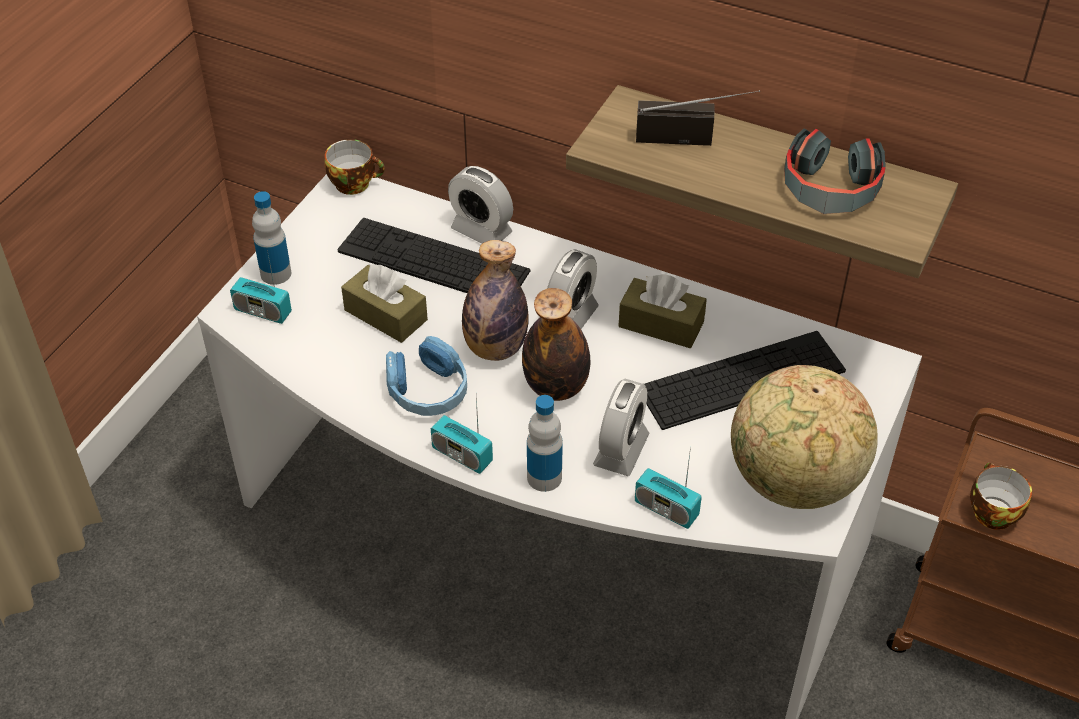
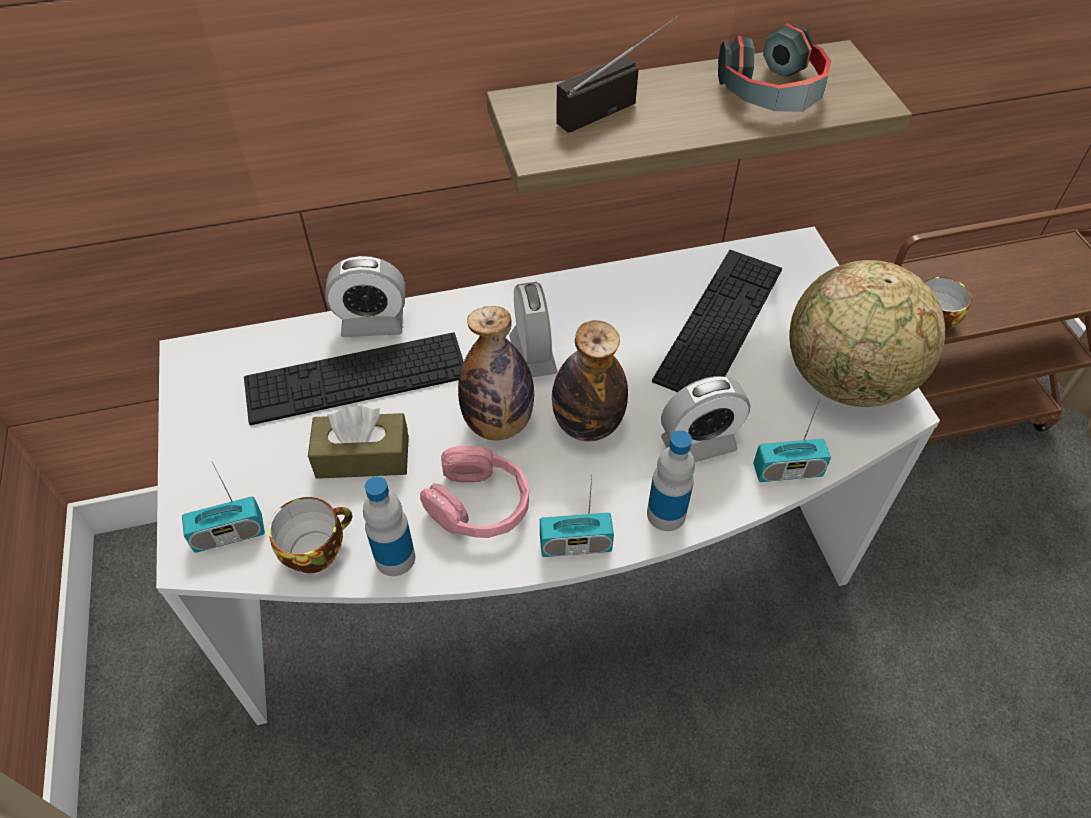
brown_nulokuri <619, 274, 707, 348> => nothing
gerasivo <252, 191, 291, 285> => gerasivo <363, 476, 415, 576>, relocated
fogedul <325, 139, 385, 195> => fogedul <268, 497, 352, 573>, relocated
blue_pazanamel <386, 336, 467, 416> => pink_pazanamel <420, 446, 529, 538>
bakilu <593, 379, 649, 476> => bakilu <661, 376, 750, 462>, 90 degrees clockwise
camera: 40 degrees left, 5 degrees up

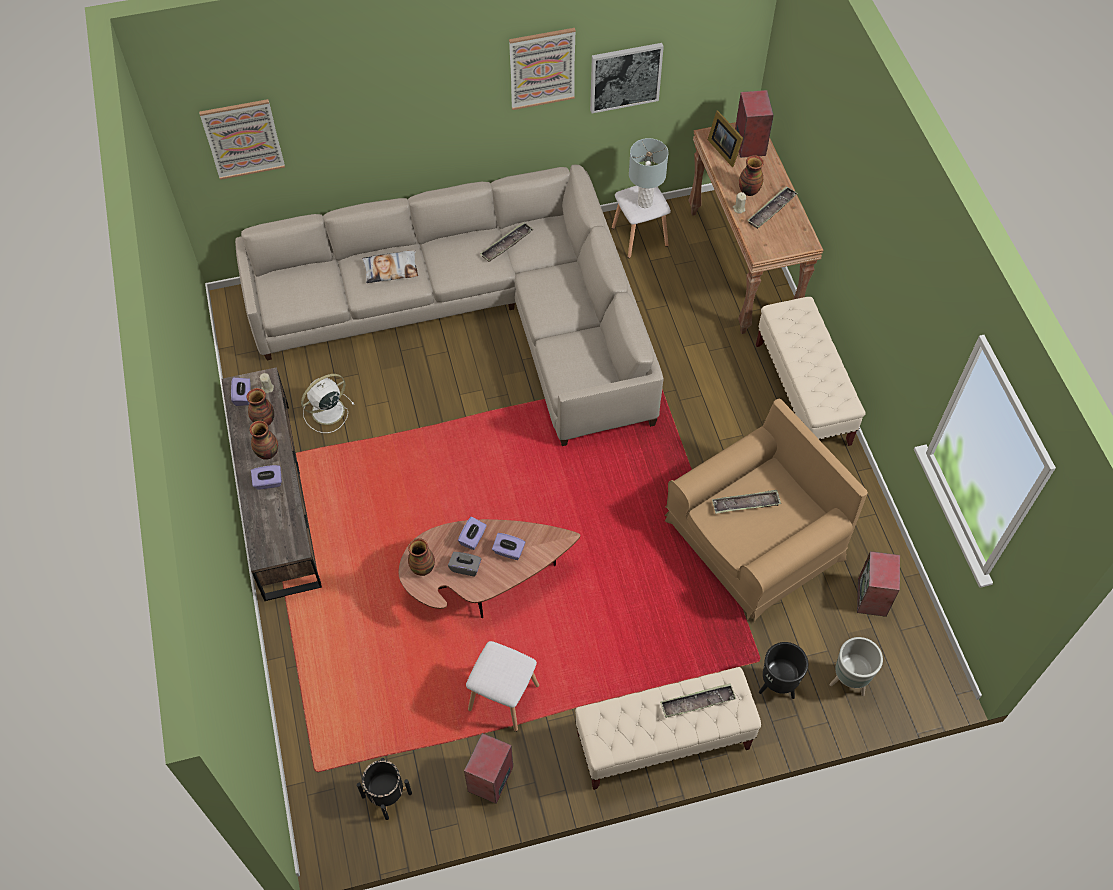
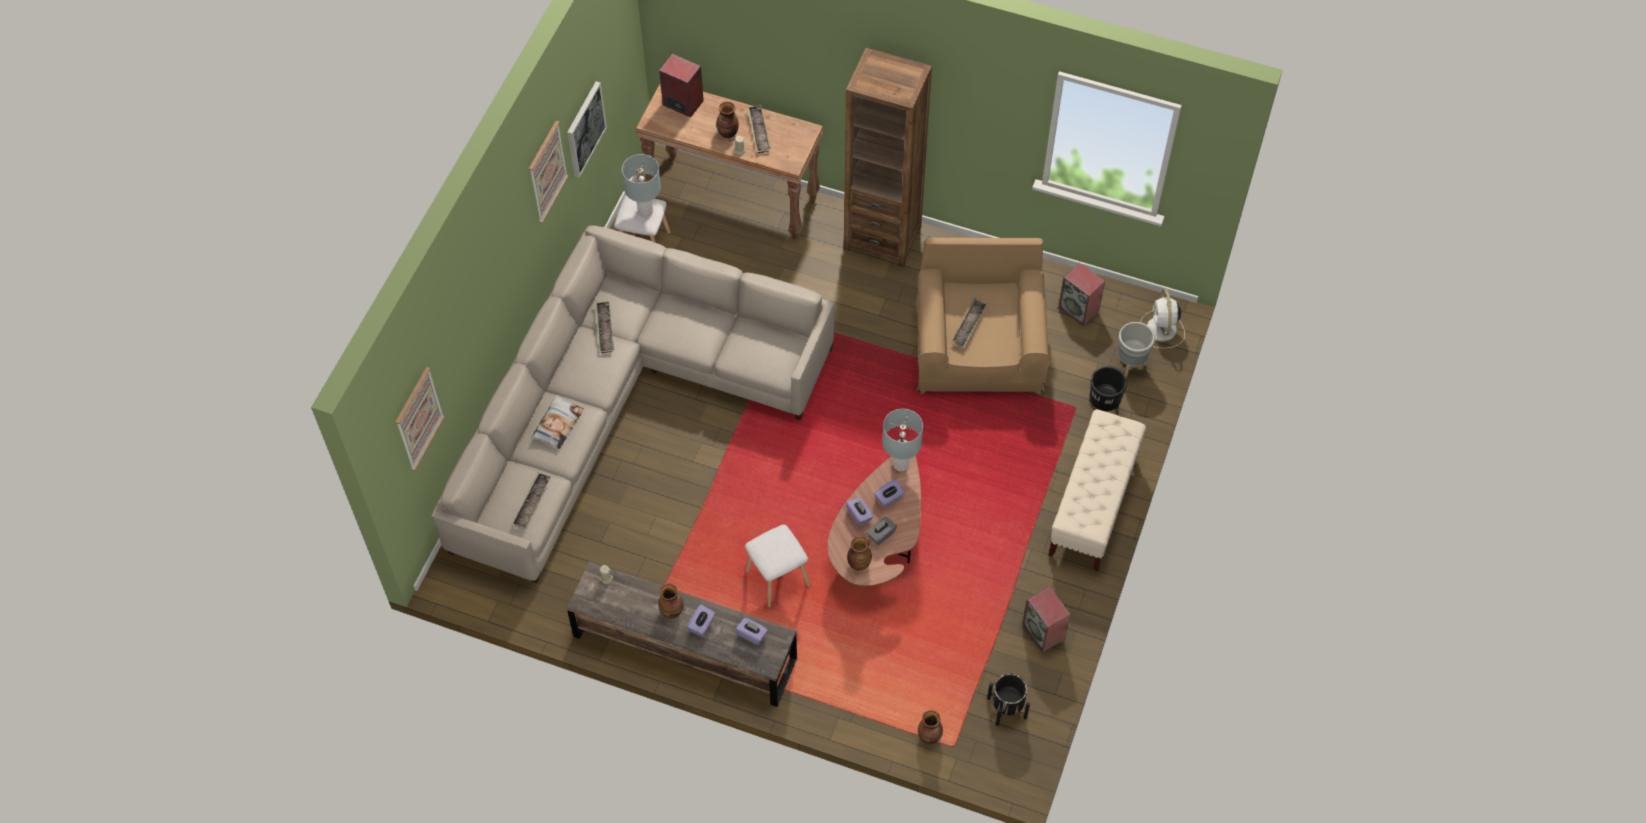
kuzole <708, 110, 743, 167> => nothing
nothing => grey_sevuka <882, 409, 923, 471>
purple_nulokuri <231, 378, 251, 406> => purple_nulokuri <736, 618, 768, 645>, relocated
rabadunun <247, 388, 274, 426> => rabadunun <918, 710, 943, 744>, relocated
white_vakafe <301, 374, 354, 433> => white_vakafe <1140, 289, 1185, 349>, relocated
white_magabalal <466, 641, 539, 732> => white_magabalal <745, 524, 810, 607>, relocated
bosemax <660, 683, 736, 718> => bosemax <512, 472, 551, 529>, relocated
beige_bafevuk <756, 297, 866, 446> => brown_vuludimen <844, 48, 932, 268>
camera: 55 degrees left, 0 degrees up

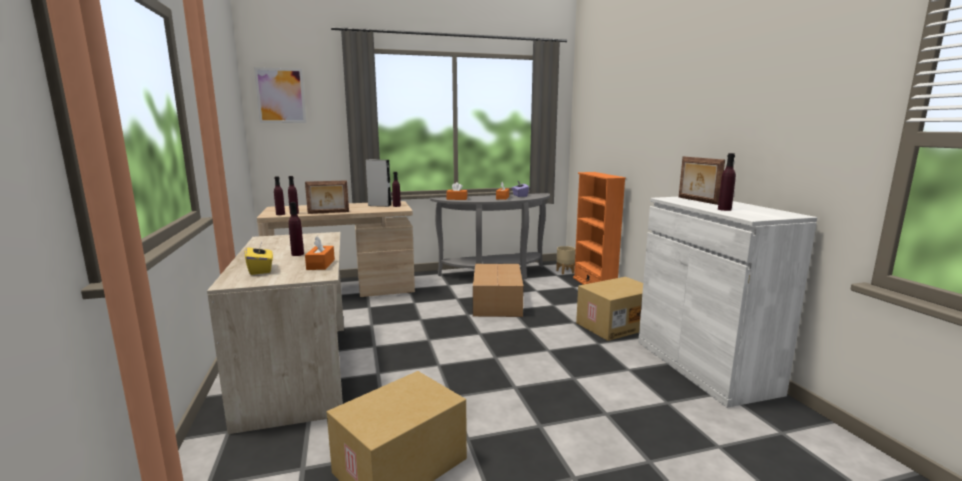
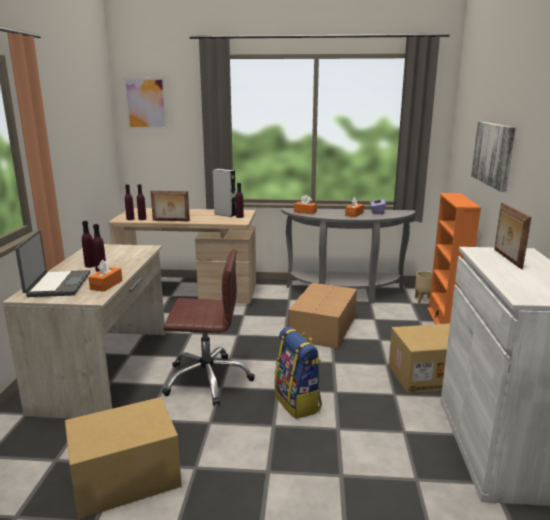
nothing => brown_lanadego <162, 249, 255, 406>
nothing => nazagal <275, 327, 322, 419>
nothing => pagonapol <471, 122, 516, 192>
purple_gerasivo <718, 153, 736, 211> => purple_gerasivo <82, 221, 95, 268>, relocated
yellow_nulokuri <245, 241, 273, 275> => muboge <15, 231, 91, 297>
camera: 20 degrees right, 5 degrees up

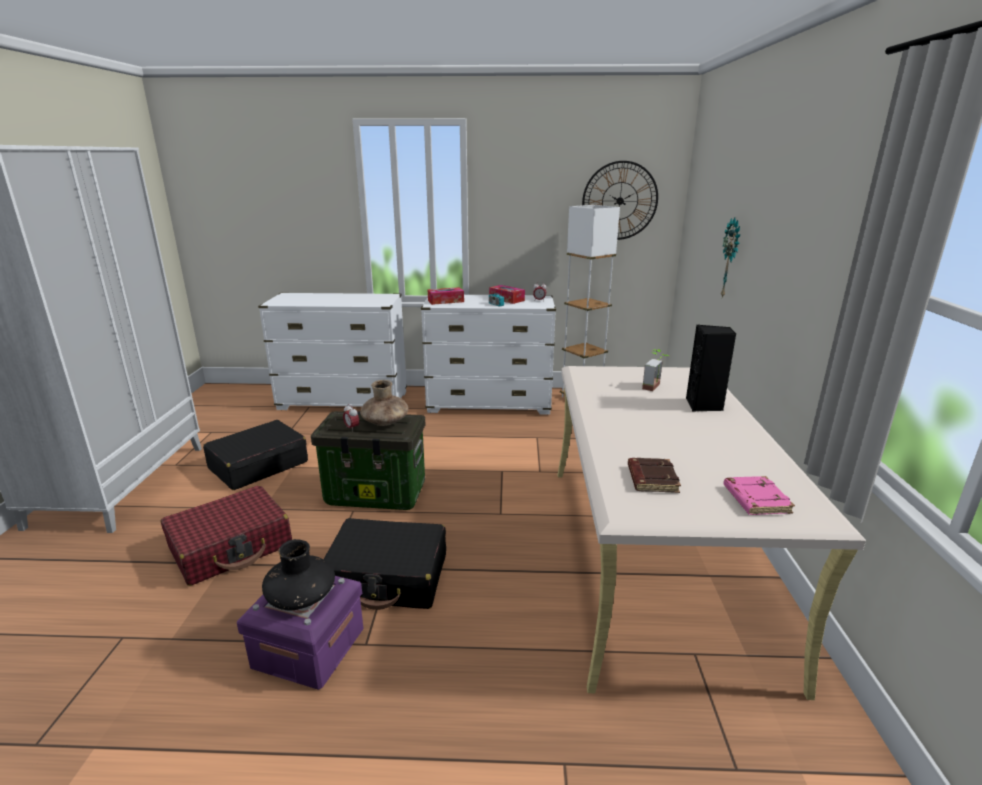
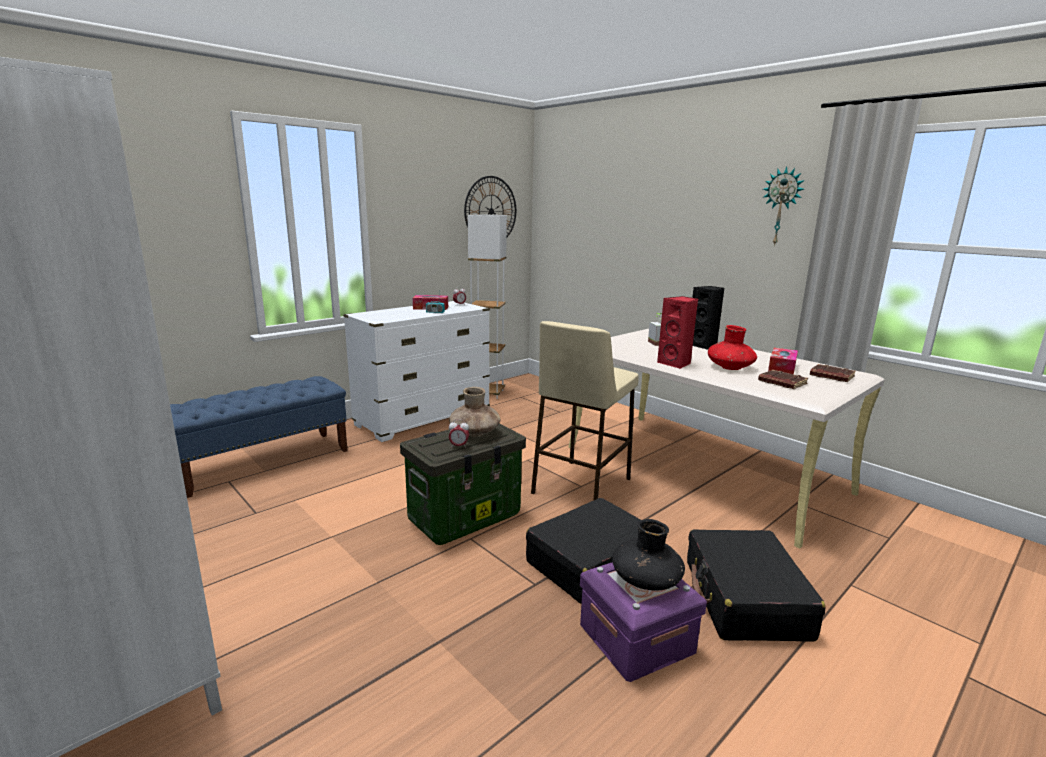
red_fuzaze <161, 486, 292, 586> => nothing
nothing => beige_magabalal <531, 321, 639, 501>
nothing => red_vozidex <657, 296, 698, 369>
nothing => red_rabadunun <708, 325, 757, 370>
black_fuzaze <203, 420, 308, 490> => black_fuzaze <687, 530, 825, 642>, relocated
nulokuri <428, 287, 464, 305> => nulokuri <768, 348, 798, 374>, relocated
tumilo <720, 218, 740, 297> => tumilo <763, 166, 805, 246>, relocated
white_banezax <258, 293, 407, 410> => blue_bafevuk <170, 376, 348, 498>
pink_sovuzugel <723, 476, 795, 515> => brown_sovuzugel <810, 364, 856, 382>
camera: 45 degrees left, 5 degrees down

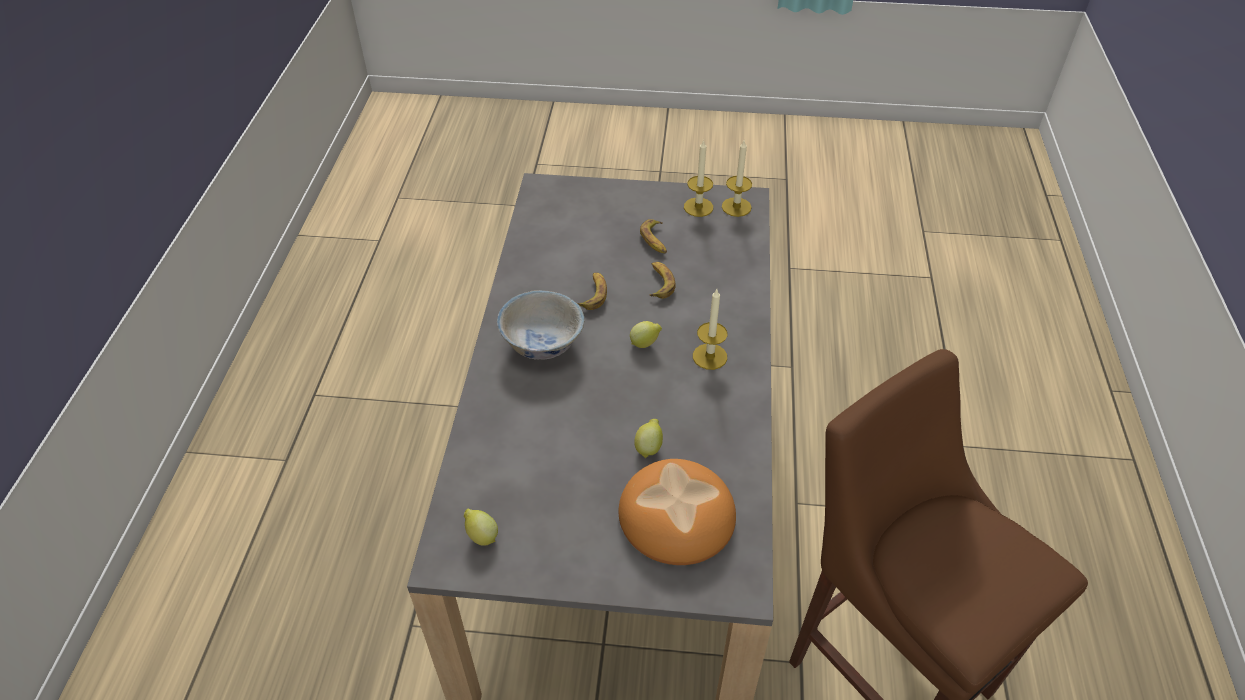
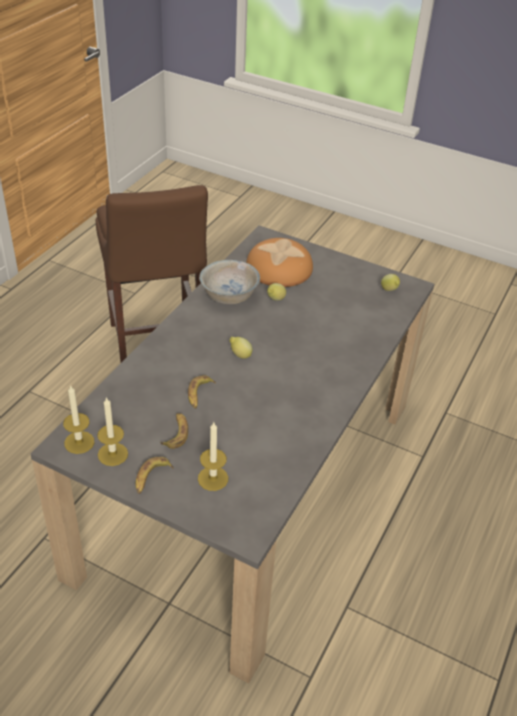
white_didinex <497, 290, 585, 360> => white_didinex <199, 260, 260, 304>, relocated
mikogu <577, 272, 607, 310> => mikogu <135, 457, 173, 494>, relocated
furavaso <693, 289, 728, 370> => furavaso <198, 421, 228, 491>, relocated
camera: 160 degrees left, 5 degrees down

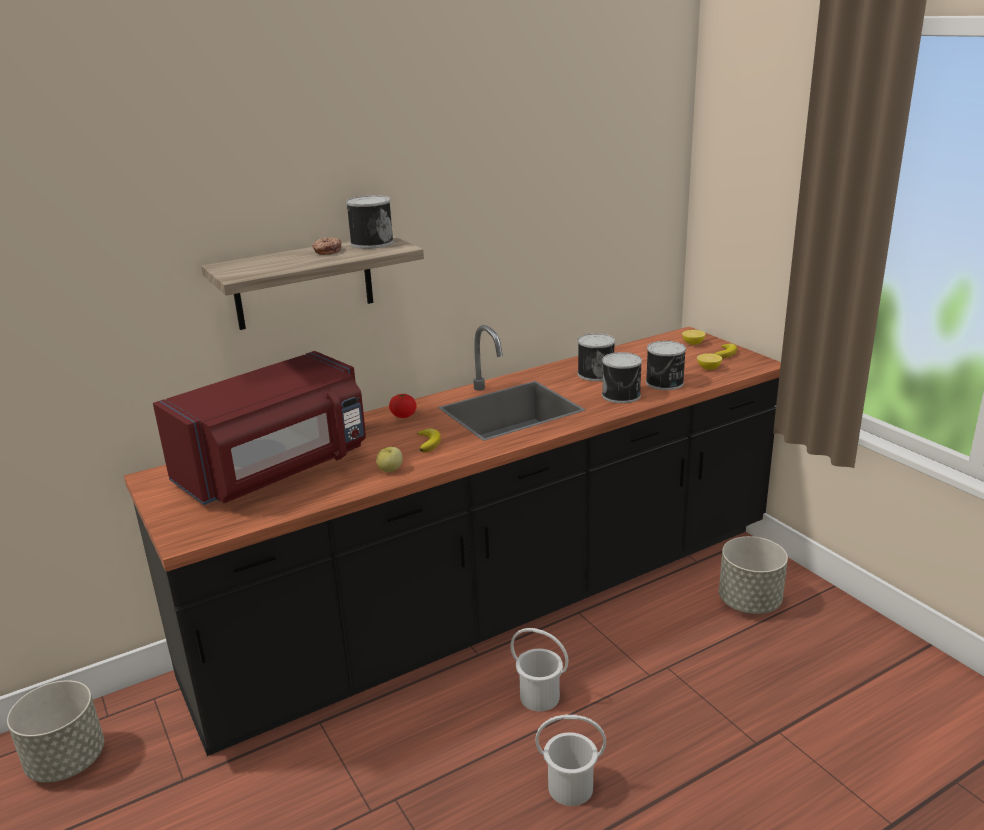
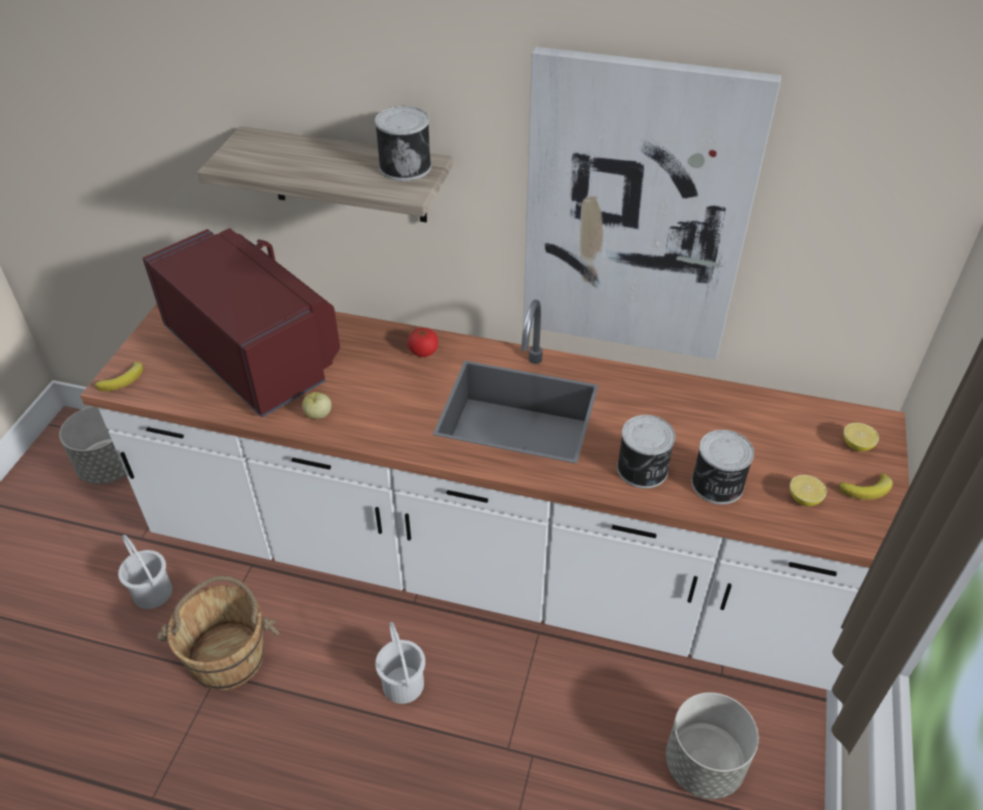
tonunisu <312, 237, 342, 255> => nothing
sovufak <578, 333, 615, 381> => nothing
nothing => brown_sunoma <157, 576, 279, 691>
nothing => pagonapol <523, 47, 781, 360>
mikogu <417, 428, 441, 452> => mikogu <95, 361, 143, 391>, relocated
white_sunoma <535, 715, 606, 806> => white_sunoma <118, 535, 172, 609>, relocated
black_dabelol <124, 325, 781, 756> => white_dabelol <80, 300, 909, 691>
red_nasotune <153, 351, 366, 505> => red_nasotune <143, 228, 340, 417>, 135 degrees counterclockwise
camera: 45 degrees right, 20 degrees up

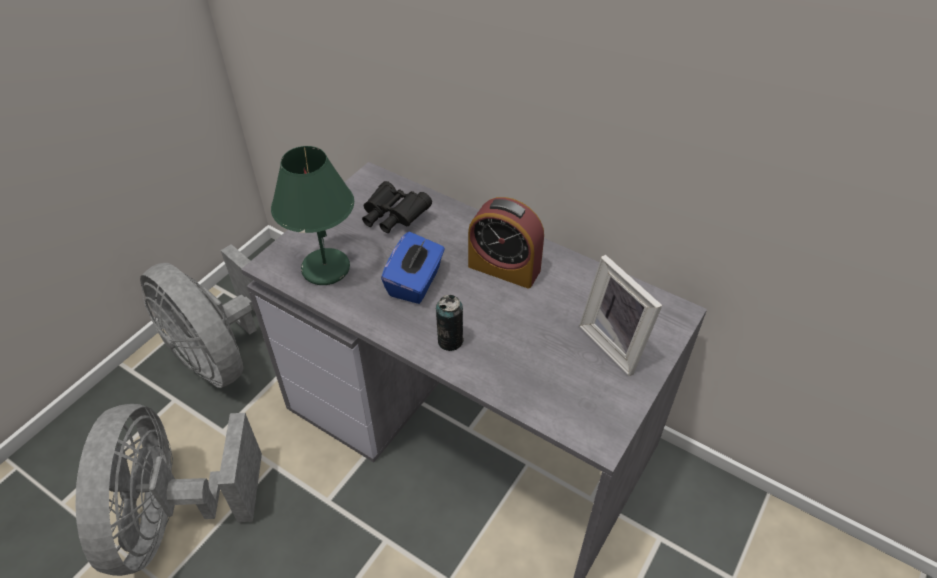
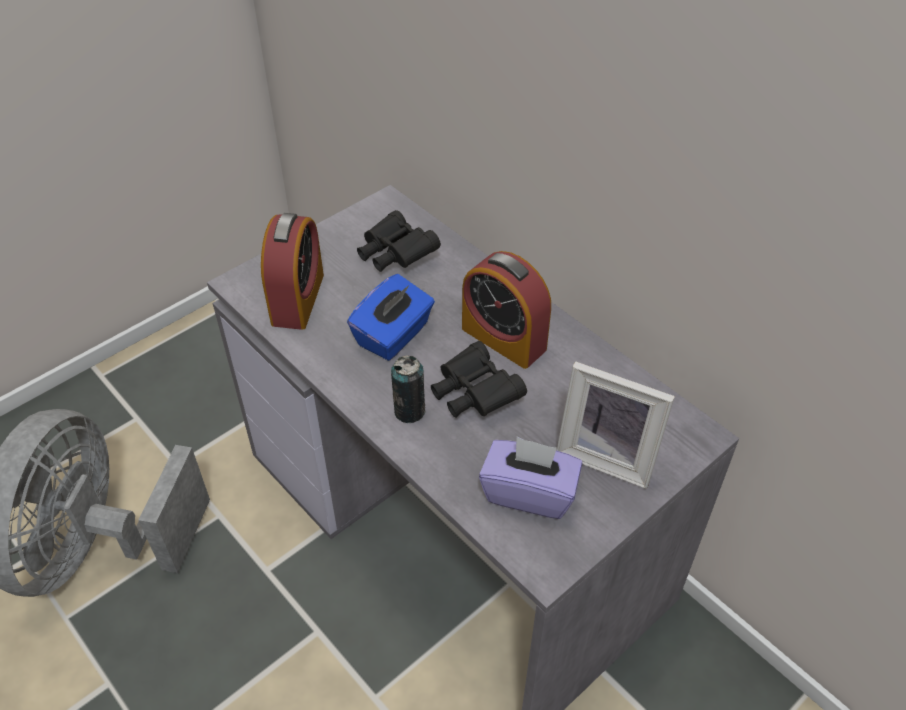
grey_vakafe <140, 244, 257, 388> => nothing
nothing => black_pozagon <431, 341, 527, 418>
nothing => purple_nulokuri <479, 437, 582, 519>
green_sevuka <271, 146, 354, 285> => bakilu <261, 213, 324, 330>
kuzole <579, 255, 662, 376> => kuzole <557, 361, 675, 489>, 45 degrees counterclockwise
camera: 15 degrees right, 0 degrees up

